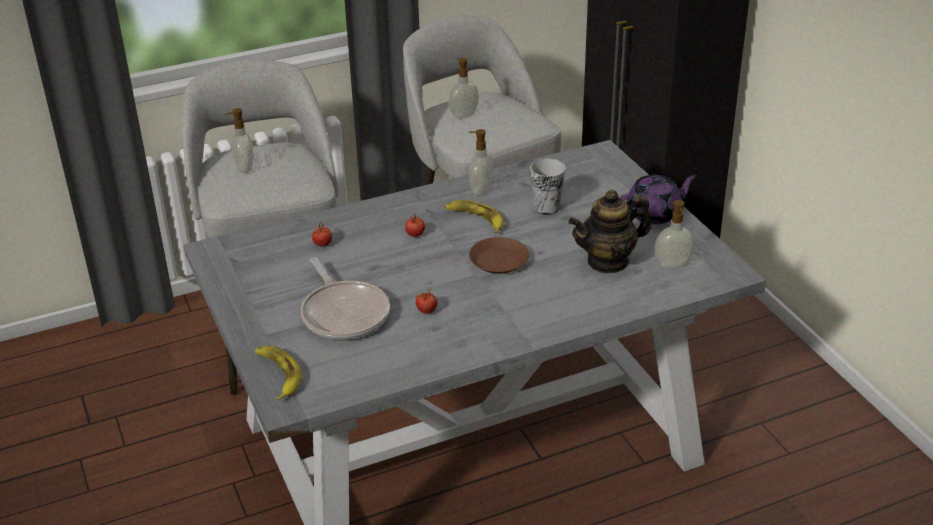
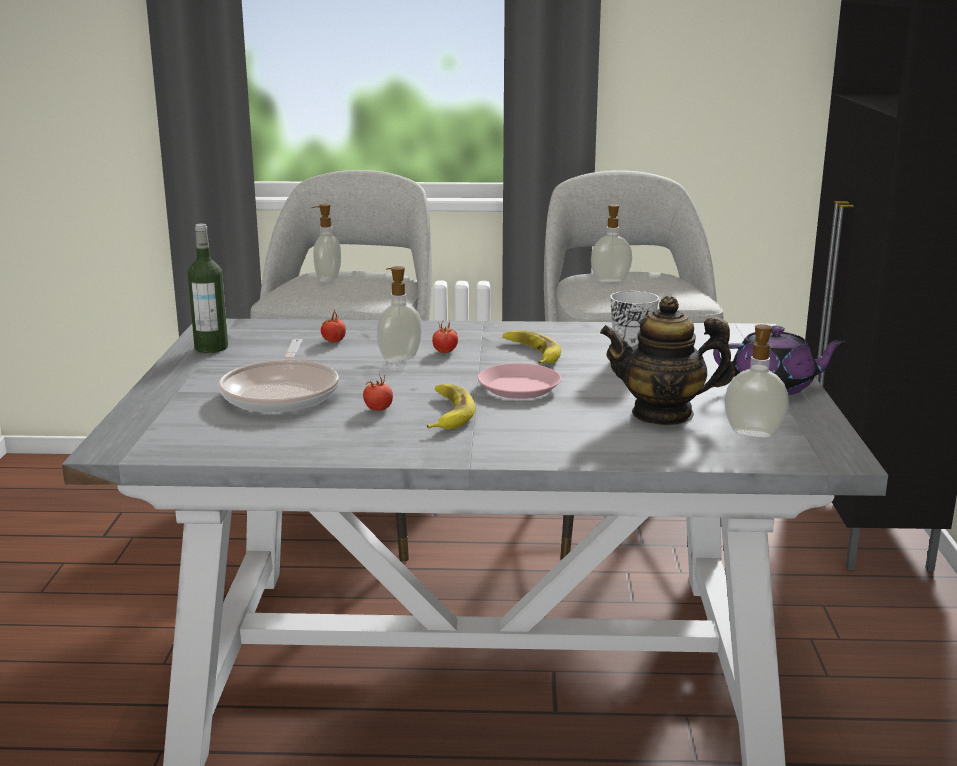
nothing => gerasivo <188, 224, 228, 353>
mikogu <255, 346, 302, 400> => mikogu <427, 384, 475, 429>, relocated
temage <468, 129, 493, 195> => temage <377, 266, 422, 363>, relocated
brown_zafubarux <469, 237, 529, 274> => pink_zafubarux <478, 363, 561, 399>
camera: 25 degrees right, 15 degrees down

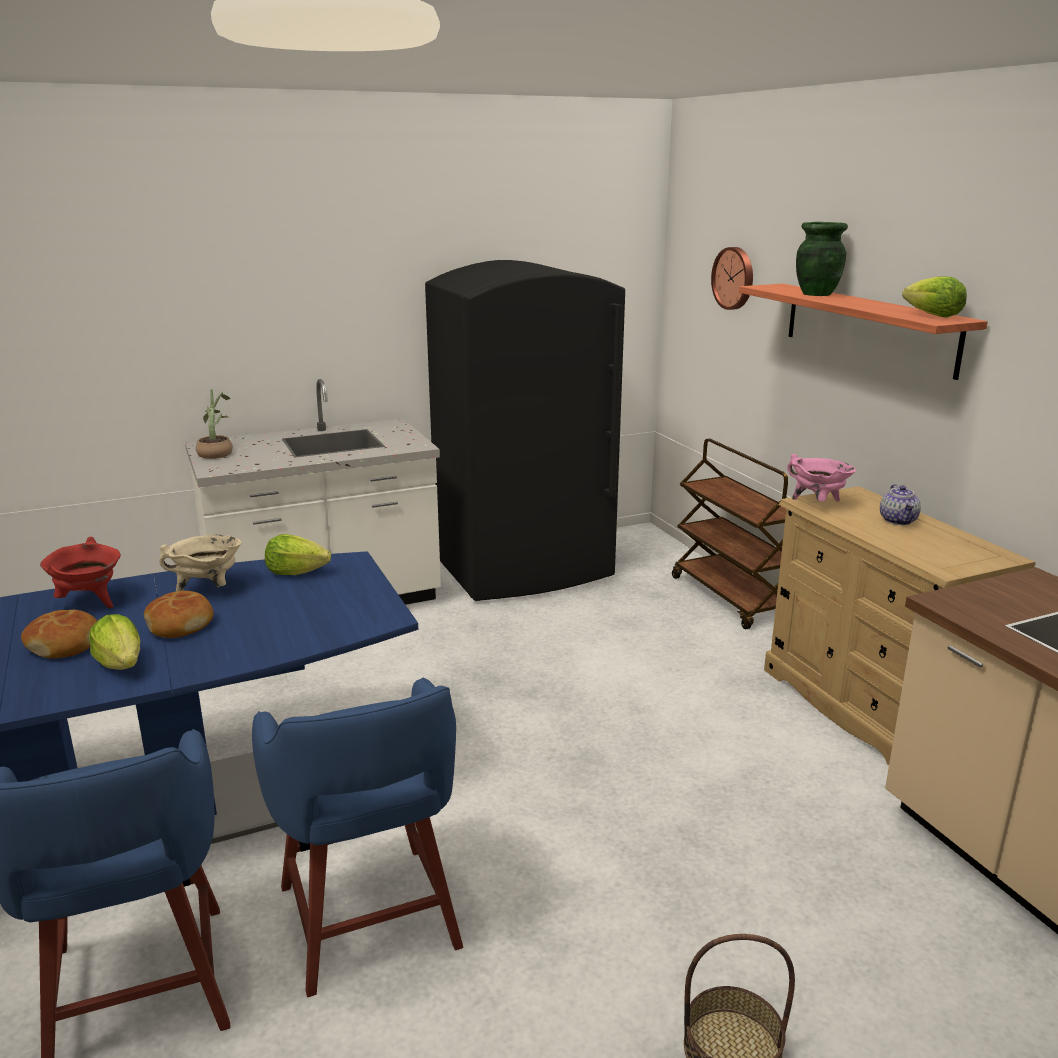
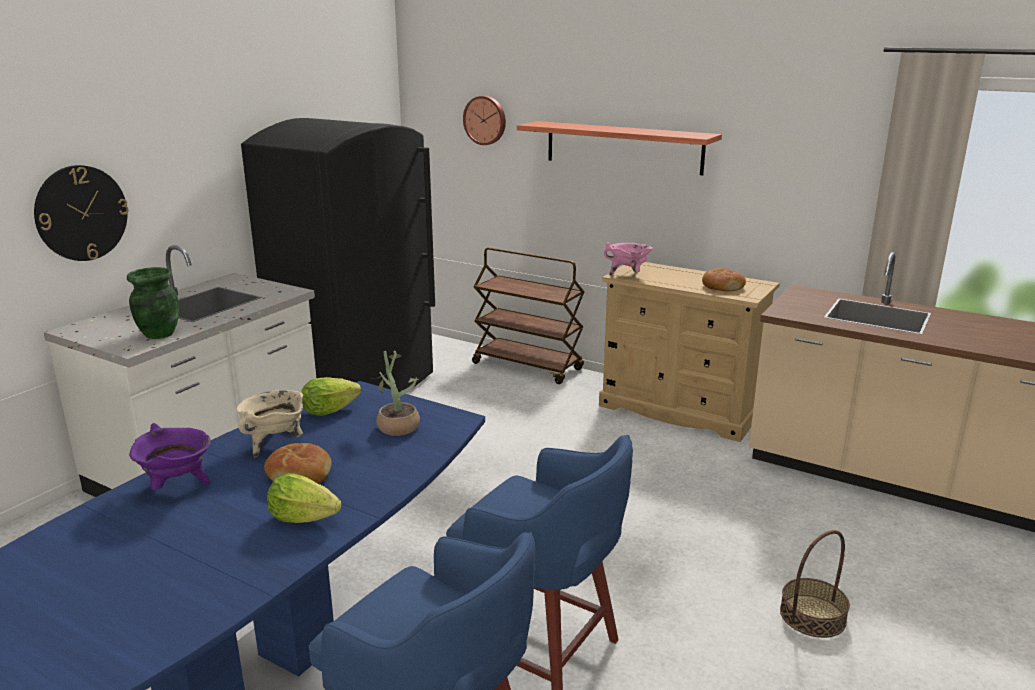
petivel <880, 484, 921, 525> => nothing
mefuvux <902, 276, 967, 317> => nothing
nothing => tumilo <34, 165, 129, 261>
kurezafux <21, 610, 97, 659> => kurezafux <702, 268, 746, 291>, relocated
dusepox <196, 390, 233, 459> => dusepox <374, 350, 420, 436>, relocated
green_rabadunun <796, 222, 848, 296> => green_rabadunun <127, 267, 179, 339>, relocated
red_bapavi <40, 536, 121, 608> => purple_bapavi <129, 423, 211, 490>
camera: 35 degrees left, 0 degrees up

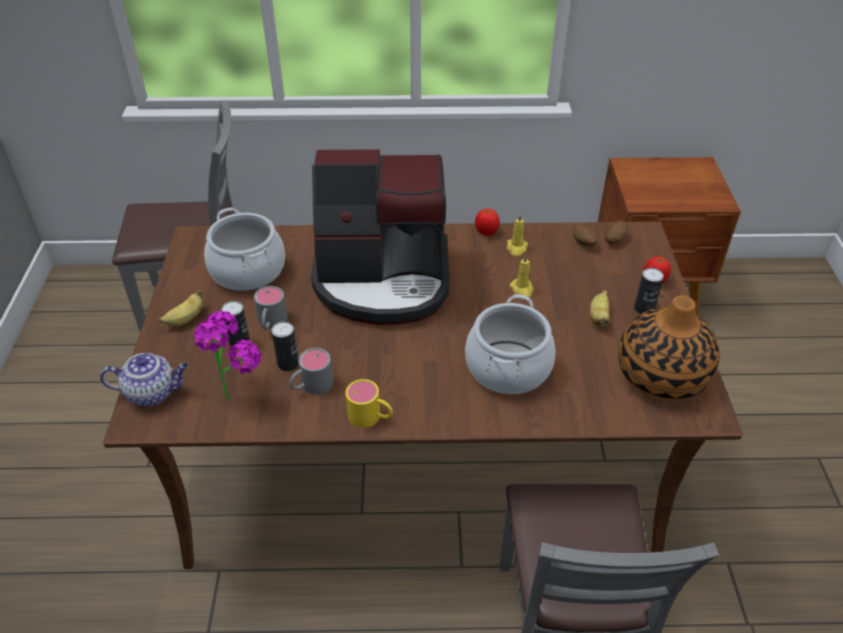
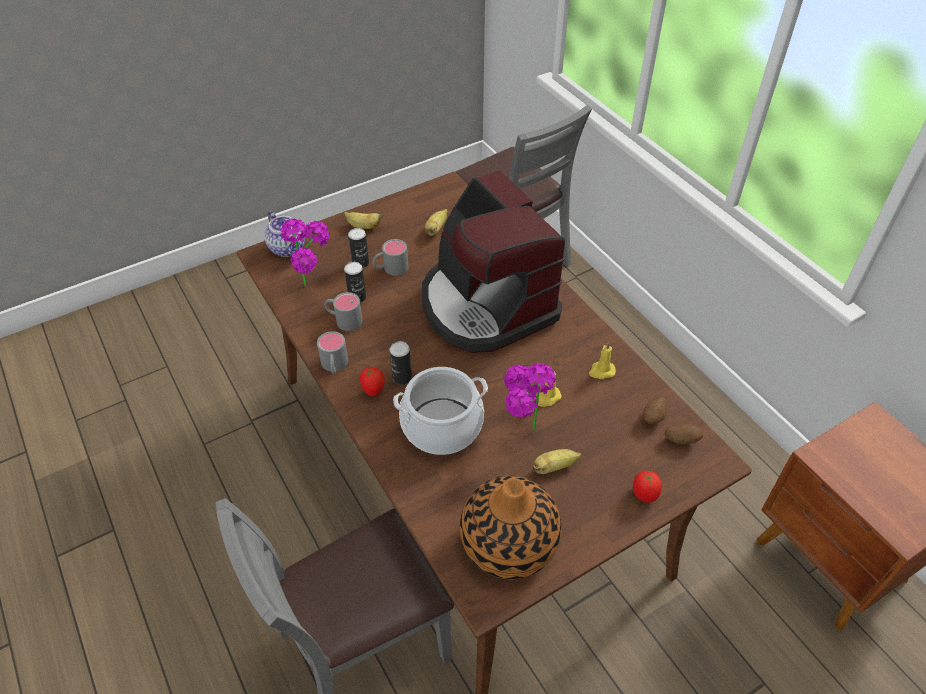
nothing => dusepox <504, 363, 556, 431>
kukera <475, 208, 500, 236> => kukera <360, 367, 385, 396>, relocated
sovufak <634, 268, 664, 314> => sovufak <389, 341, 412, 385>, relocated
bapavi <204, 207, 285, 291> => mikogu <425, 209, 448, 236>
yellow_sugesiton <346, 379, 393, 428> => grey_sugesiton <317, 331, 348, 374>
camera: 60 degrees right, 5 degrees up

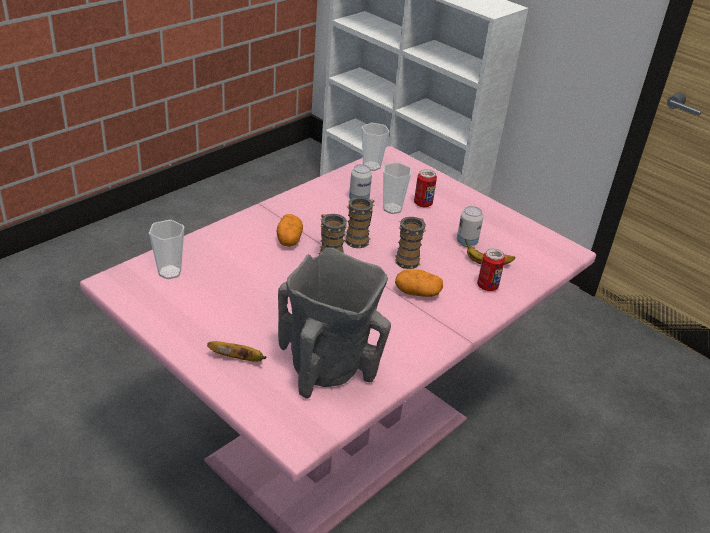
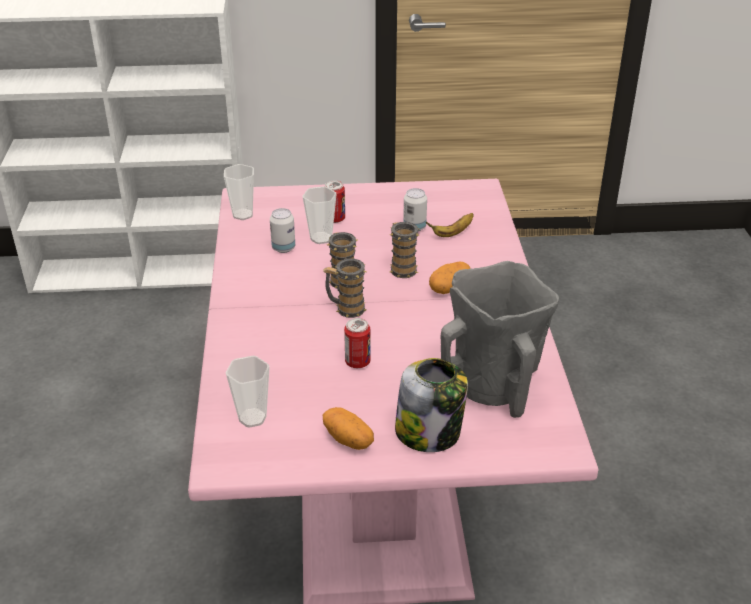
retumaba <277, 214, 303, 247> => retumaba <323, 407, 374, 450>, relocated
sovufak <477, 248, 505, 291> => sovufak <344, 318, 371, 368>, relocated
mikogu <207, 341, 266, 362> => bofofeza <395, 358, 468, 452>
camera: 45 degrees left, 0 degrees up

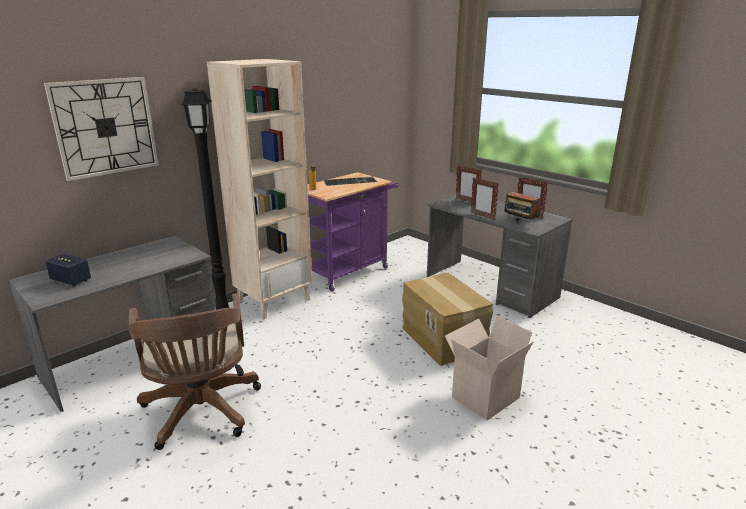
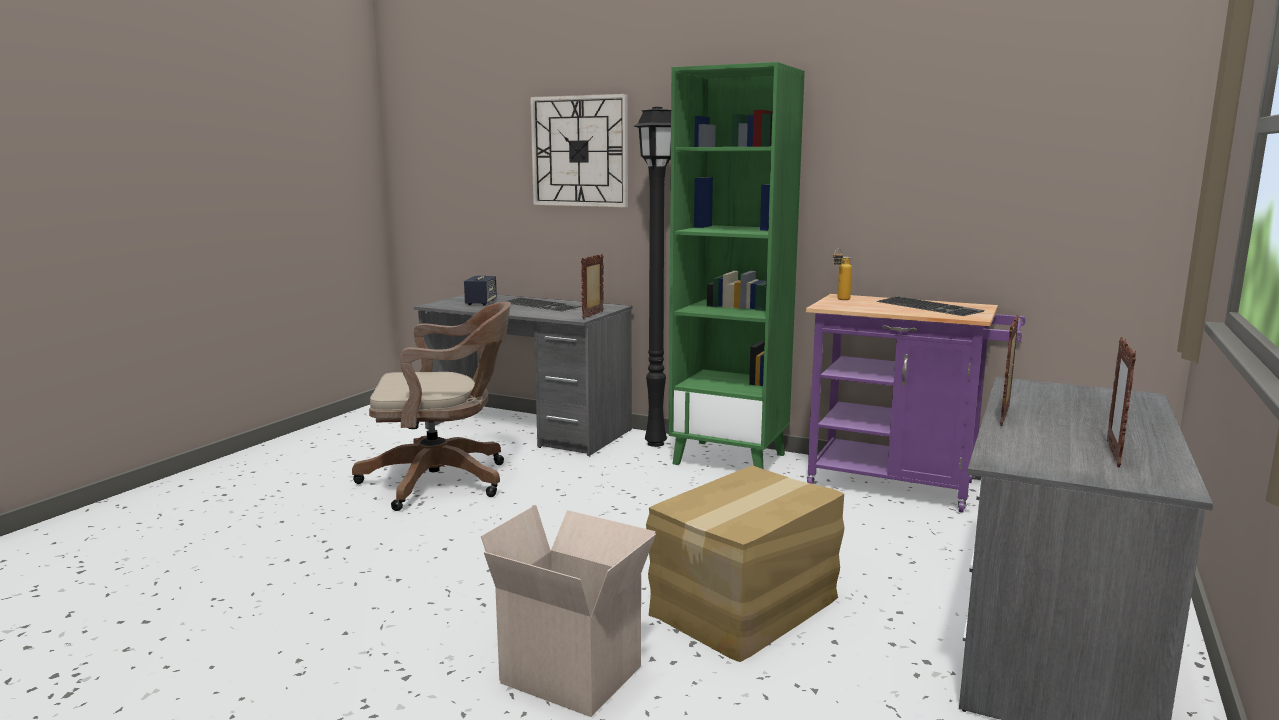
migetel <504, 192, 540, 222> => nothing
nothing => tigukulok <503, 297, 581, 311>
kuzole <456, 165, 482, 202> => kuzole <581, 254, 604, 319>, relocated
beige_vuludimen <207, 59, 312, 319> => green_vuludimen <668, 62, 805, 469>
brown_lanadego <128, 293, 261, 450> => brown_lanadego <352, 301, 511, 511>, 150 degrees counterclockwise
camera: 70 degrees right, 10 degrees down

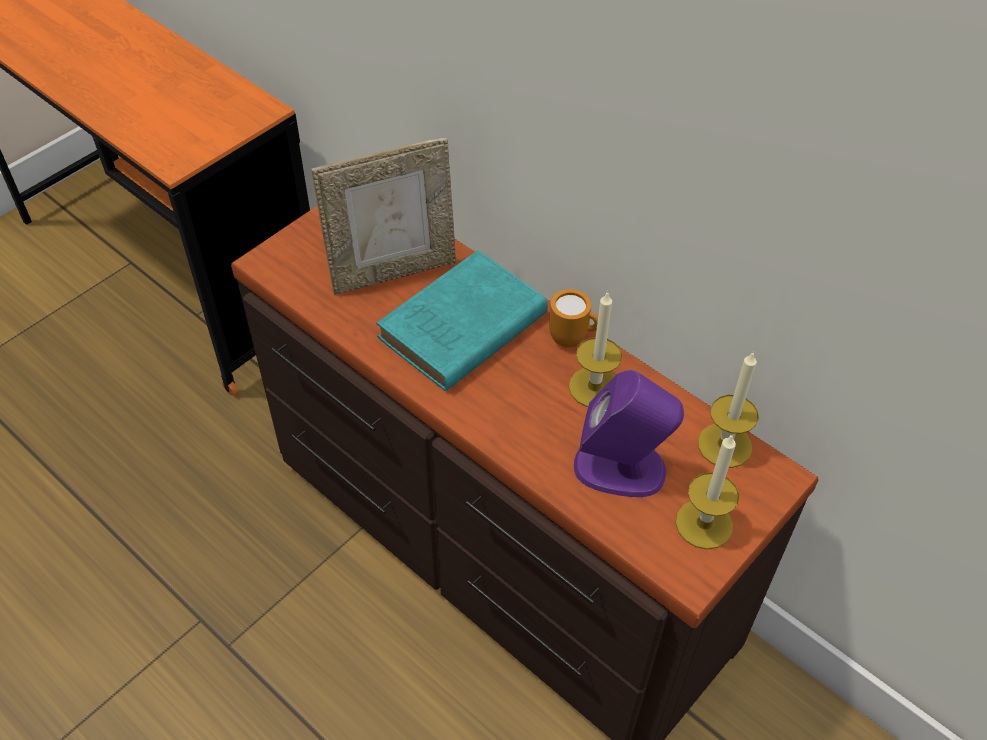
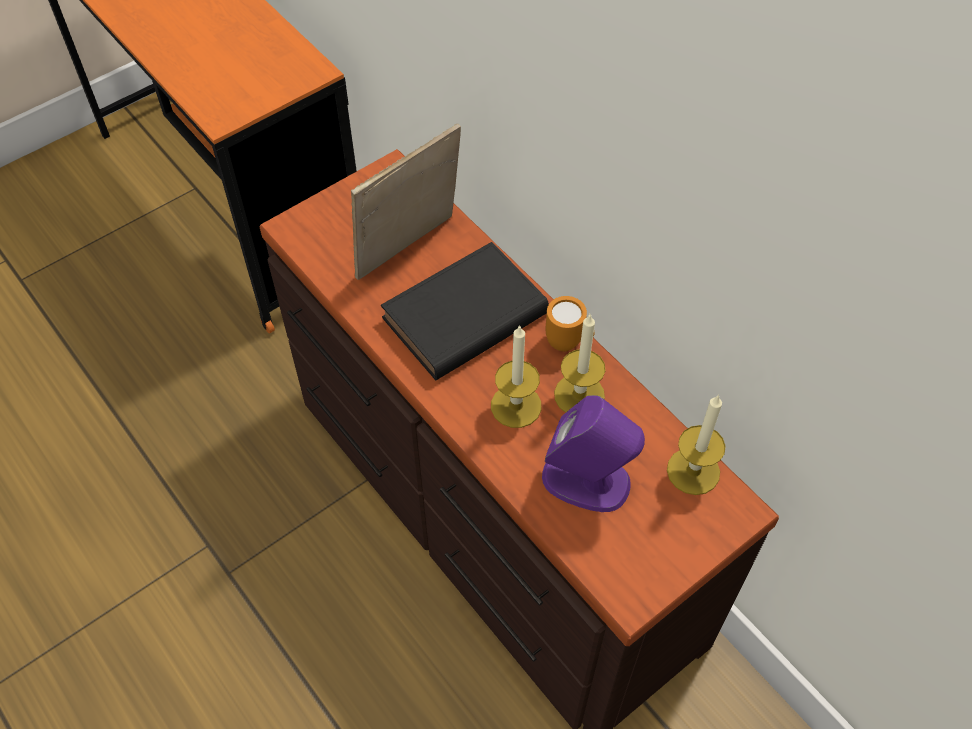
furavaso <675, 434, 739, 549> => furavaso <491, 325, 541, 428>, relocated
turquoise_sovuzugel <376, 250, 548, 391> => black_sovuzugel <381, 242, 549, 380>
kuzole <311, 138, 456, 295> => kuzole <351, 124, 461, 280>, 150 degrees clockwise
camera: 10 degrees right, 5 degrees up

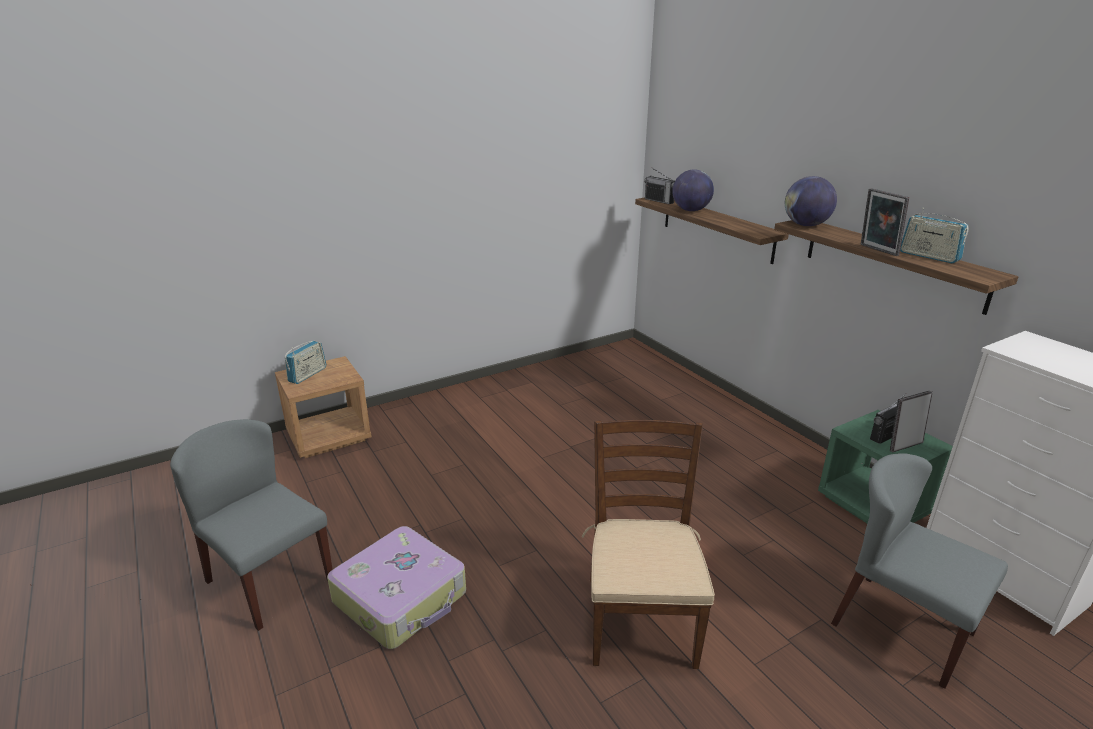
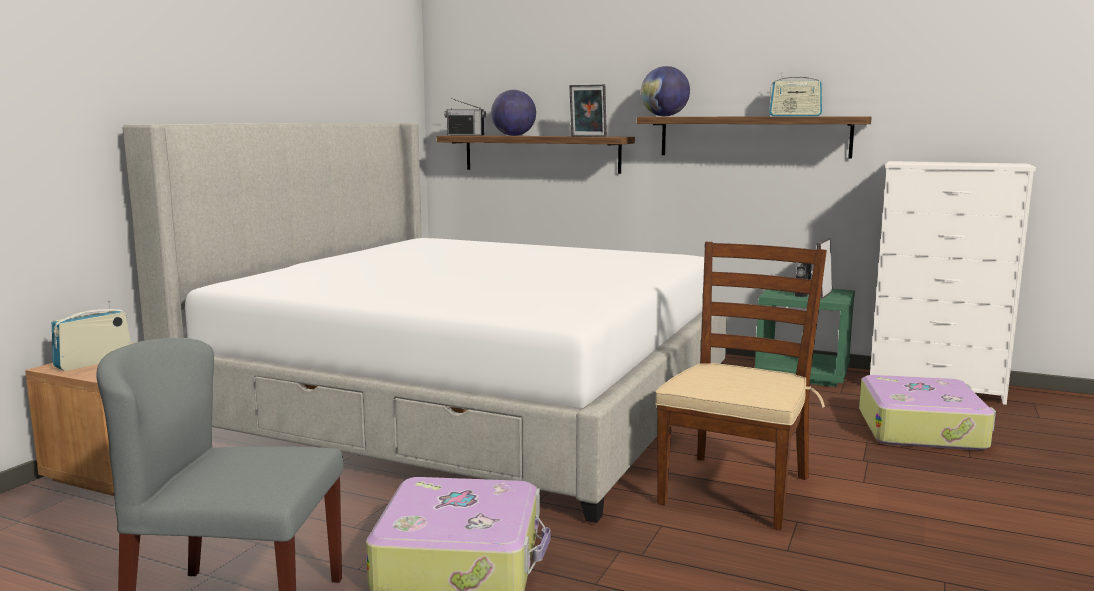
nothing => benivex <123, 123, 727, 523>
kuzole <861, 188, 909, 256> => kuzole <569, 84, 607, 137>, relocated
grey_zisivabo <831, 453, 1008, 689> => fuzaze <859, 375, 996, 450>
migetel <285, 341, 326, 384> => migetel <52, 301, 131, 371>, 135 degrees counterclockwise
brown_zisivabo <582, 420, 715, 669> => brown_zisivabo <655, 242, 827, 530>, 60 degrees clockwise
camera: 35 degrees left, 15 degrees down

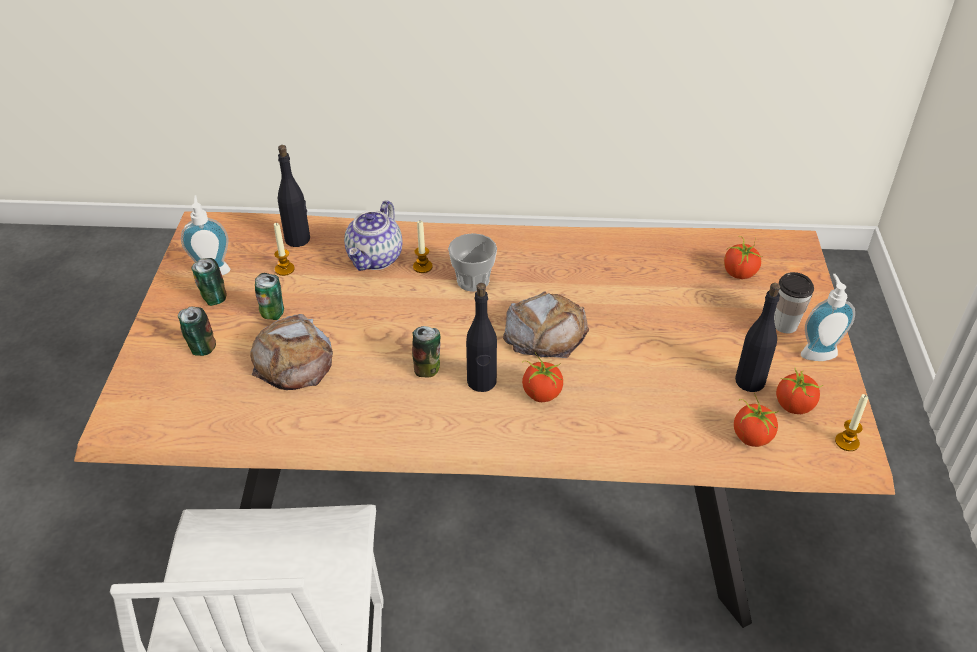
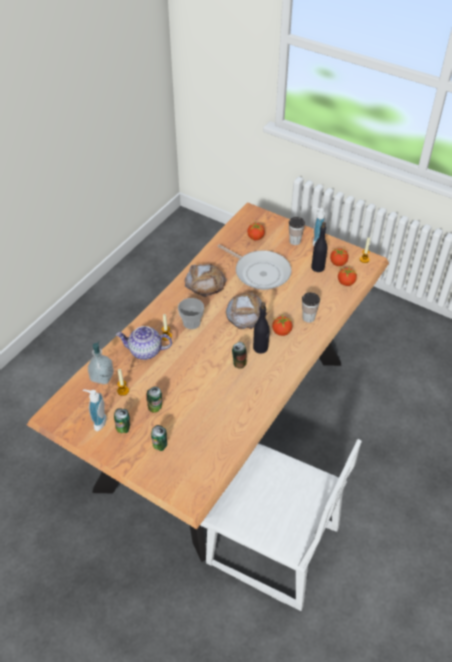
nothing => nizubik <217, 244, 291, 290>
nothing => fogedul <302, 292, 320, 323>
kurezafux <250, 314, 333, 390> => kurezafux <185, 264, 227, 297>, relocated
black_gerasivo <278, 145, 310, 247> => temage <88, 341, 114, 385>
petivel <344, 200, 402, 271> => petivel <116, 326, 172, 360>, 135 degrees clockwise
camera: 60 degrees left, 5 degrees up

